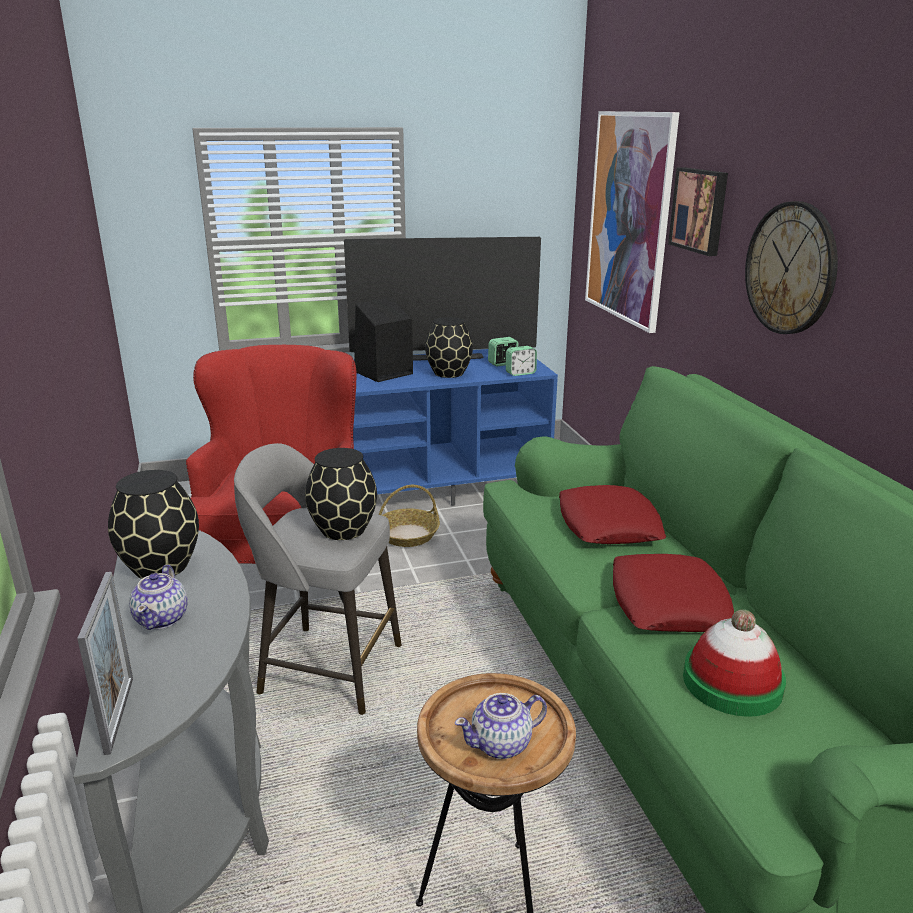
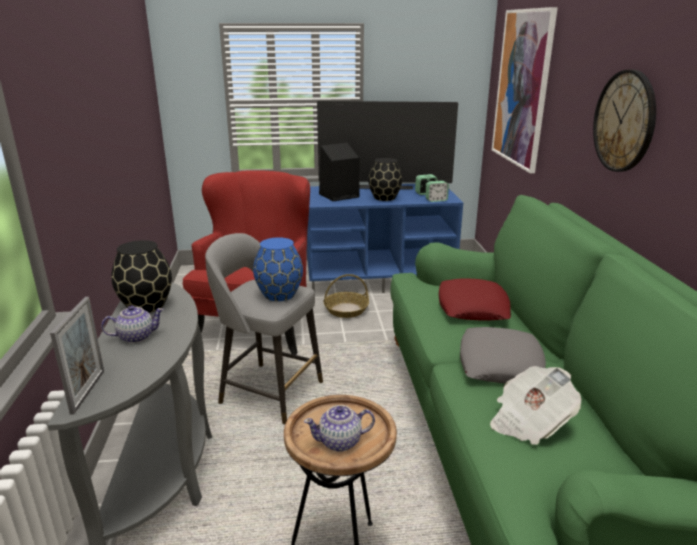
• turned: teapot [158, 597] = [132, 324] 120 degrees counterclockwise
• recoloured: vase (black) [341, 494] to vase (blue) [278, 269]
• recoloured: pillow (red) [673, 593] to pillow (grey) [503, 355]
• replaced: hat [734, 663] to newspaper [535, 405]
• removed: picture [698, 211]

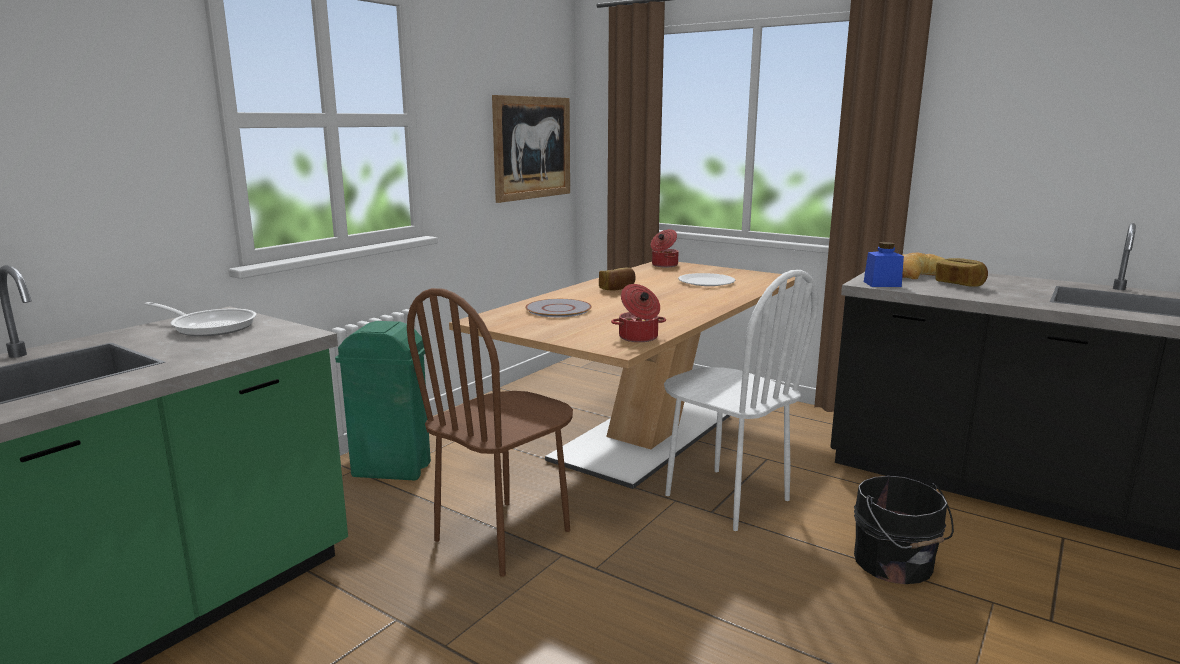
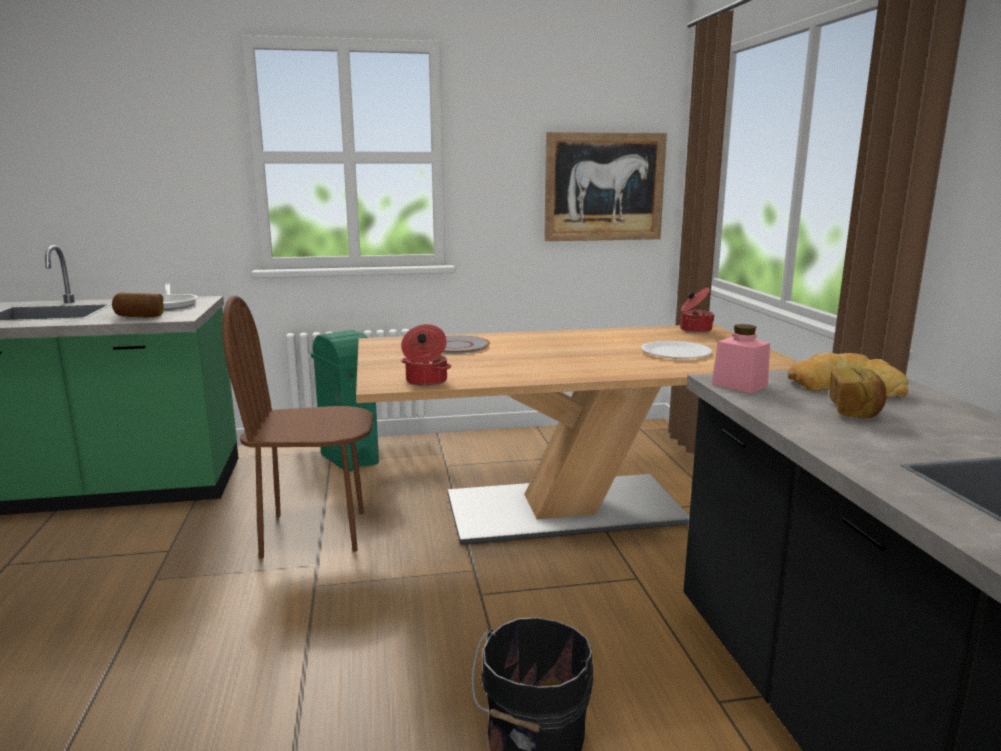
• moved: bread [617, 279] to [138, 304]
• recoloured: jar (blue) [884, 264] to jar (pink) [741, 358]
• removed: chair (white) [741, 400]

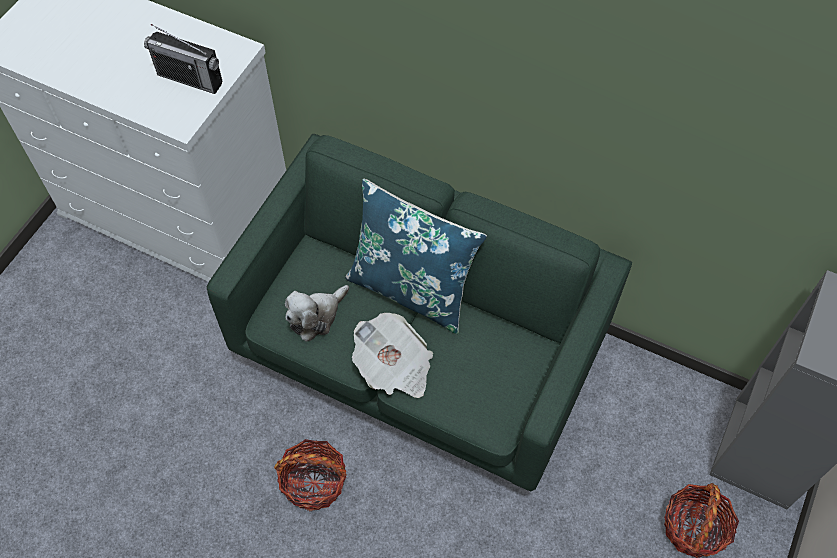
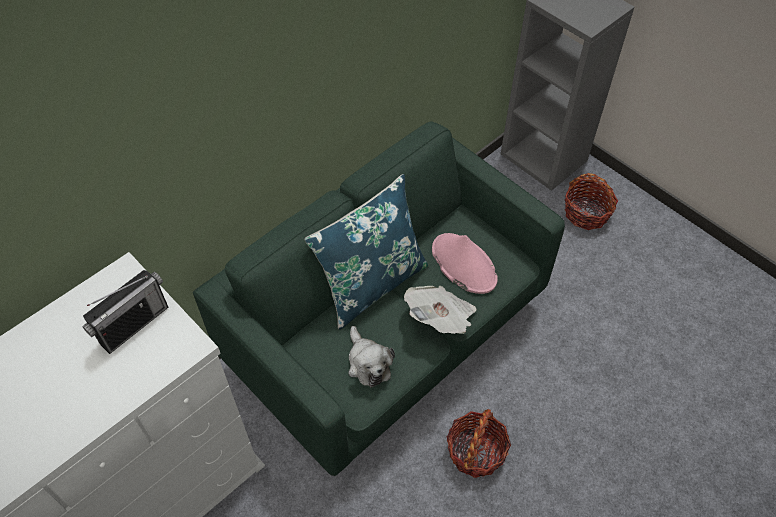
• added: hat (pink) [465, 263]

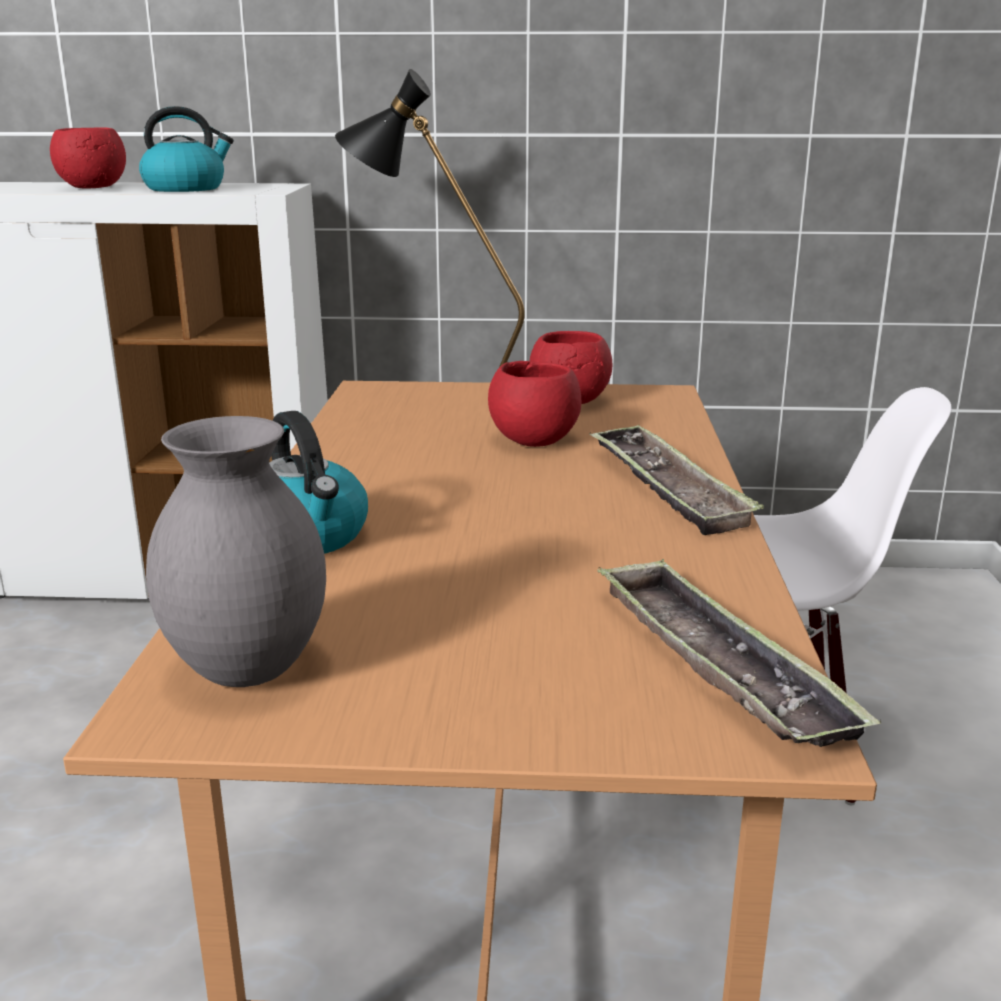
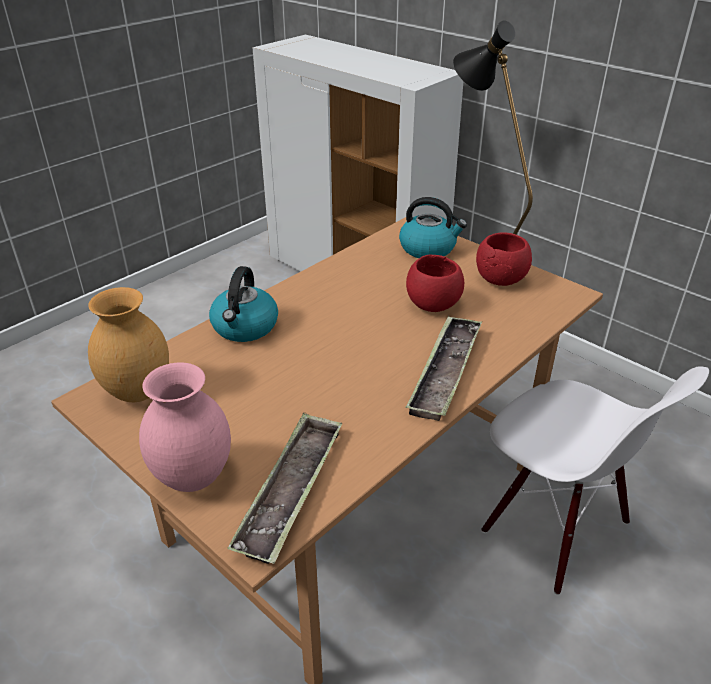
• recoloured: vase (grey) [236, 551] to vase (brown) [128, 344]
• added: vase (pink) [185, 427]
• moved: kettle [186, 149] to [433, 227]
• removed: bowl (red) [88, 158]

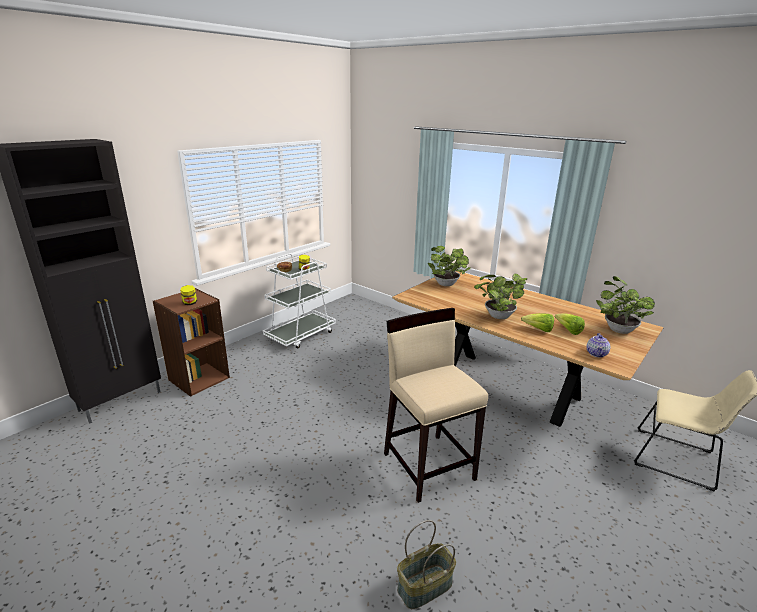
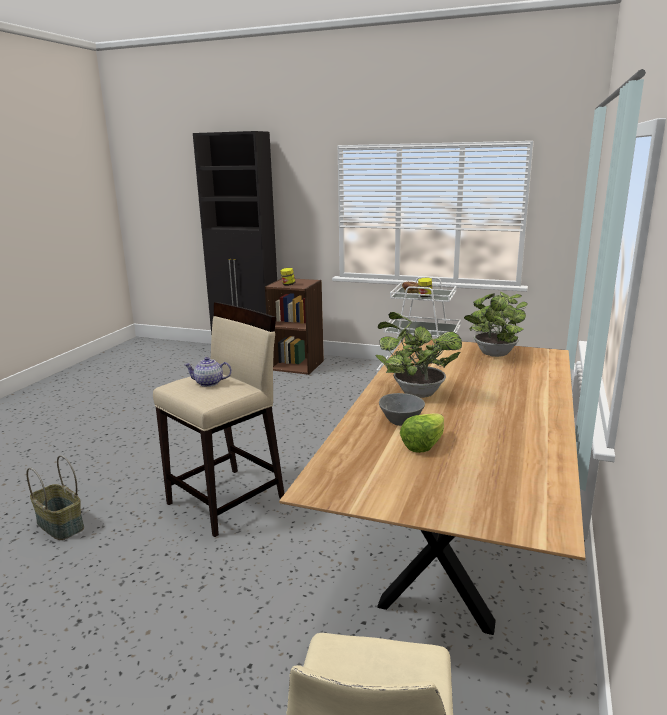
• moved: teapot [598, 345] to [208, 372]
• replaced: lettuce [537, 322] to bowl (grey) [402, 409]
• removed: potted plant [625, 305]

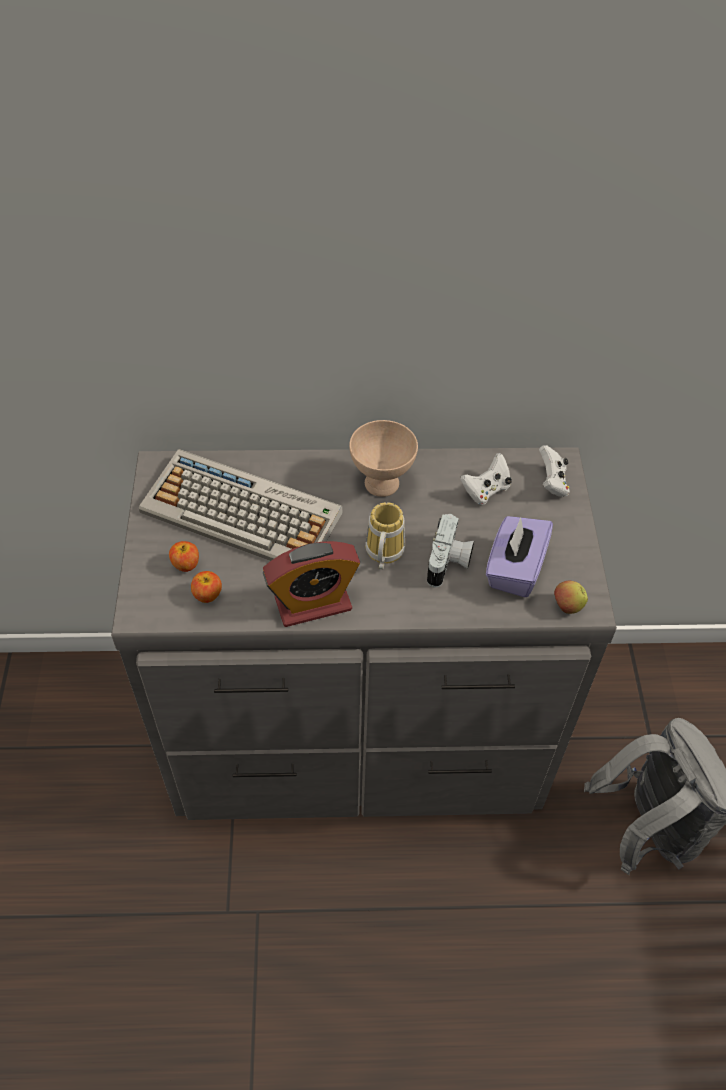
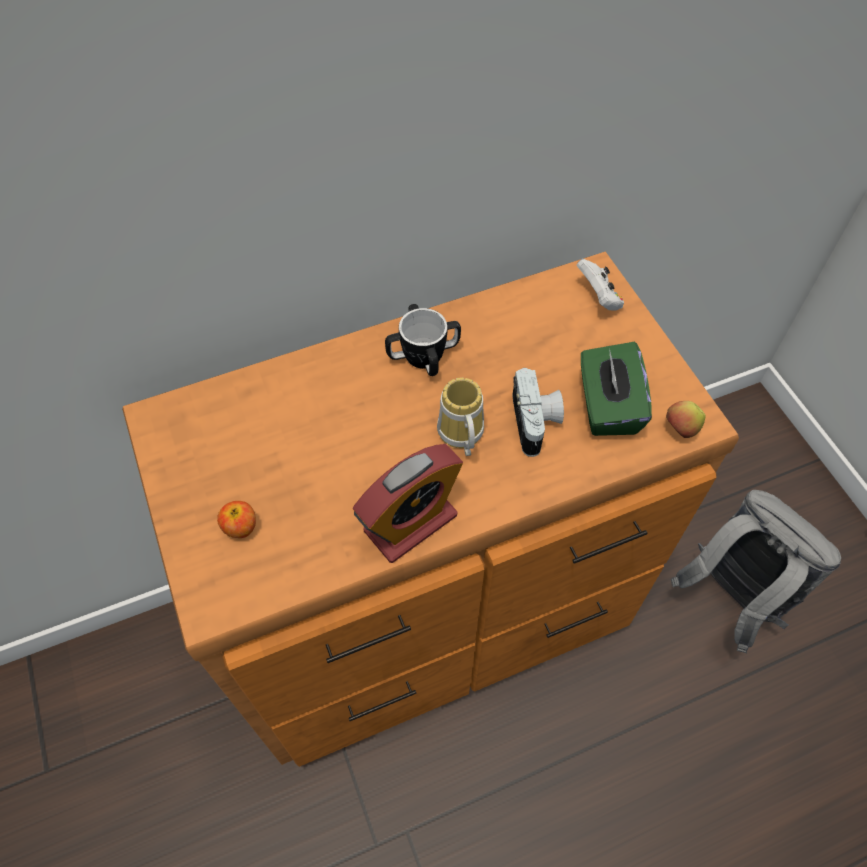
• recoloured: dresser (grey) [364, 633] to dresser (brown) [430, 509]
• replaced: bowl (beige) [383, 458] to mug [423, 340]
• recoloured: tissue box (purple) [519, 556] to tissue box (green) [616, 389]
• removed: keyboard [241, 505]
• removed: apple [206, 587]
• removed: game controller (white) [486, 479]

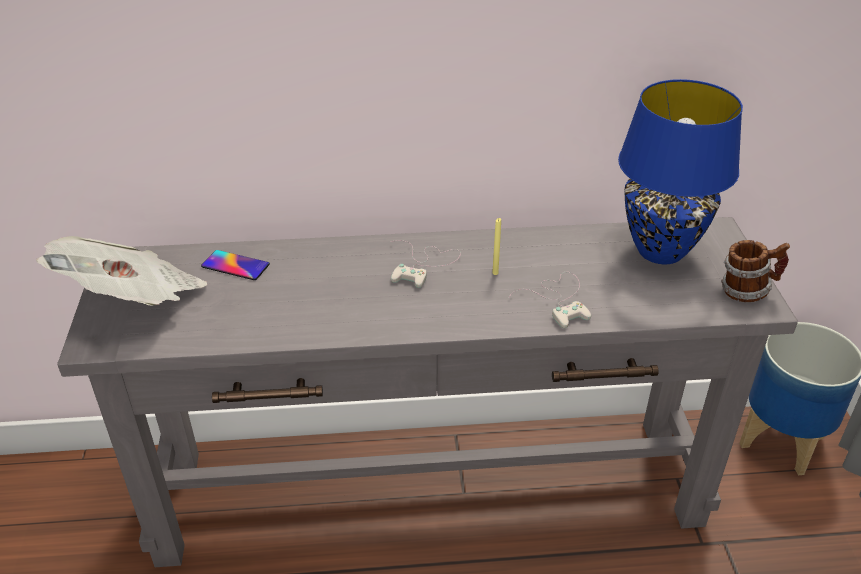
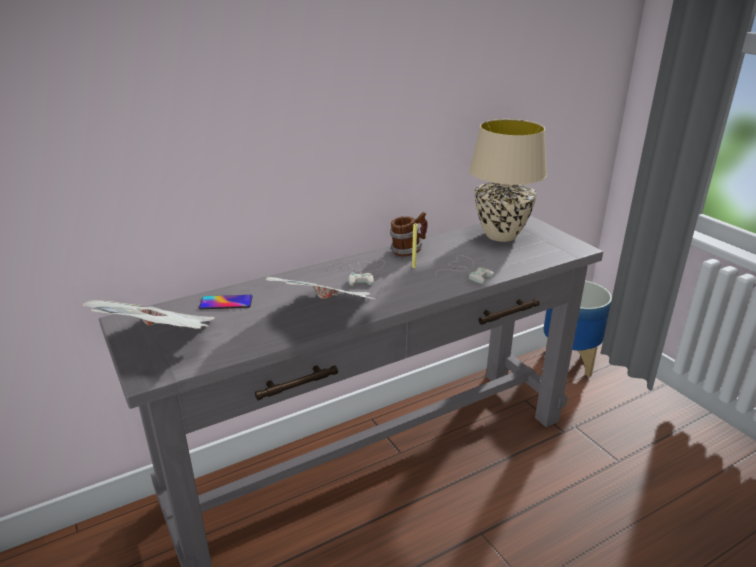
• added: newspaper [321, 288]
• moved: mug [755, 271] to [409, 234]
• recoloured: table lamp (blue) [680, 171] to table lamp (beige) [508, 180]

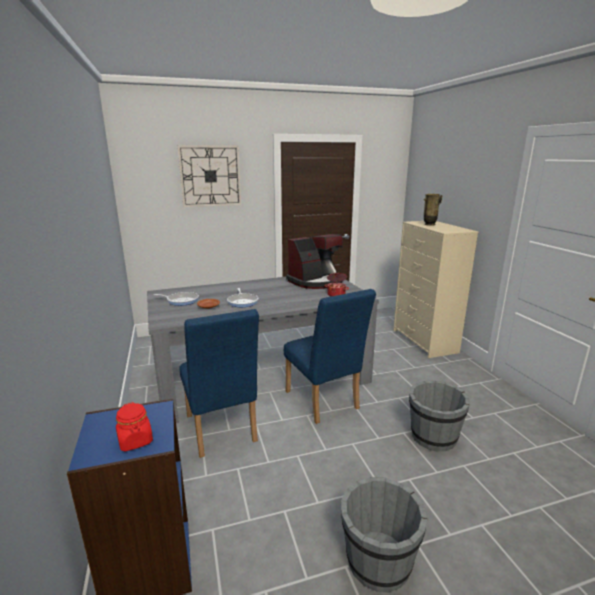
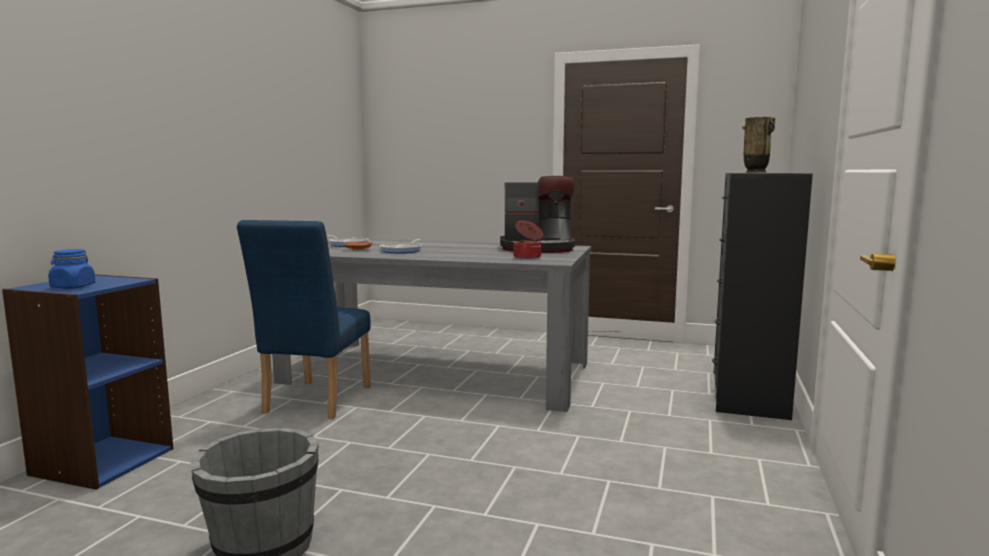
• recoloured: jar (red) [134, 427] to jar (blue) [71, 269]
• recoloured: dresser (beige) [435, 289] to dresser (black) [762, 296]
• removed: wall clock [209, 176]
• removed: chair (blue) [330, 356]
• removed: bucket (grey) [439, 416]

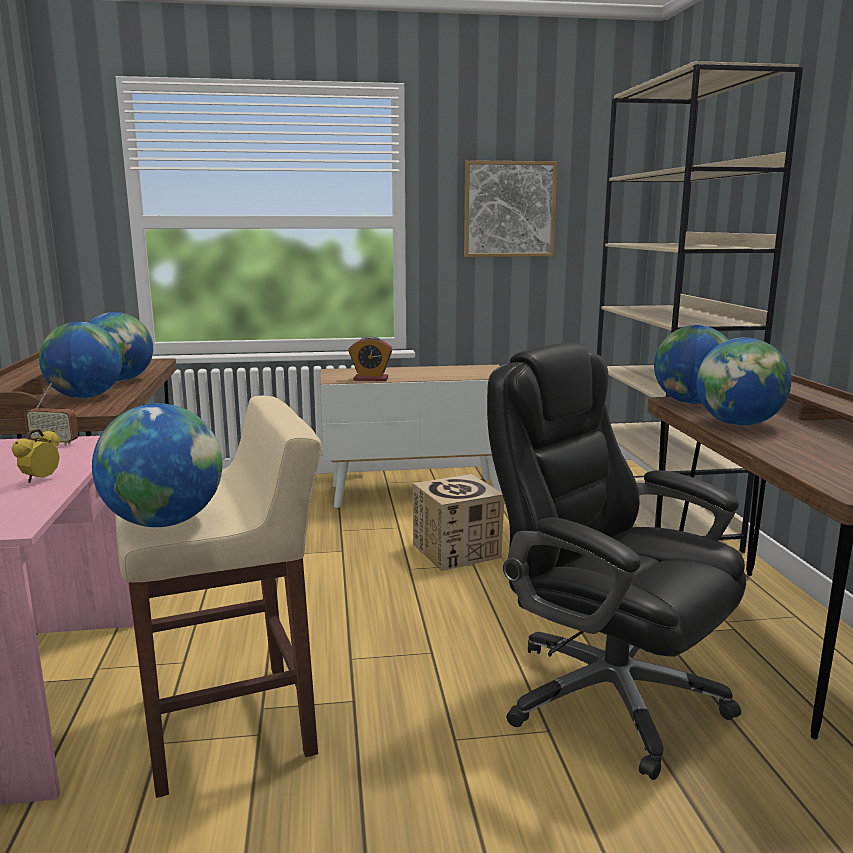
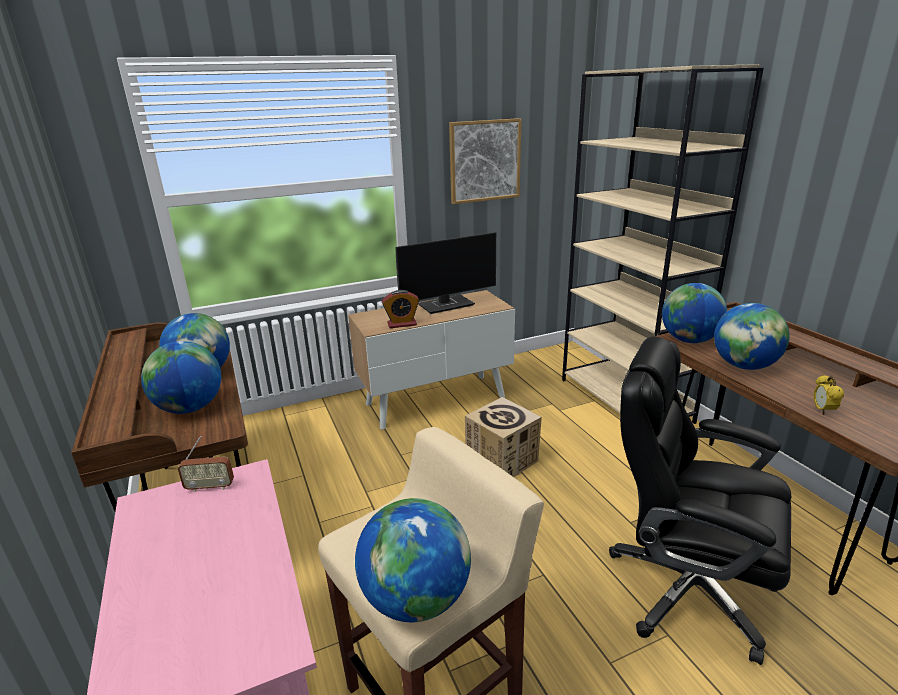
• added: monitor [445, 273]
• moved: alarm clock [36, 456] to [829, 395]

